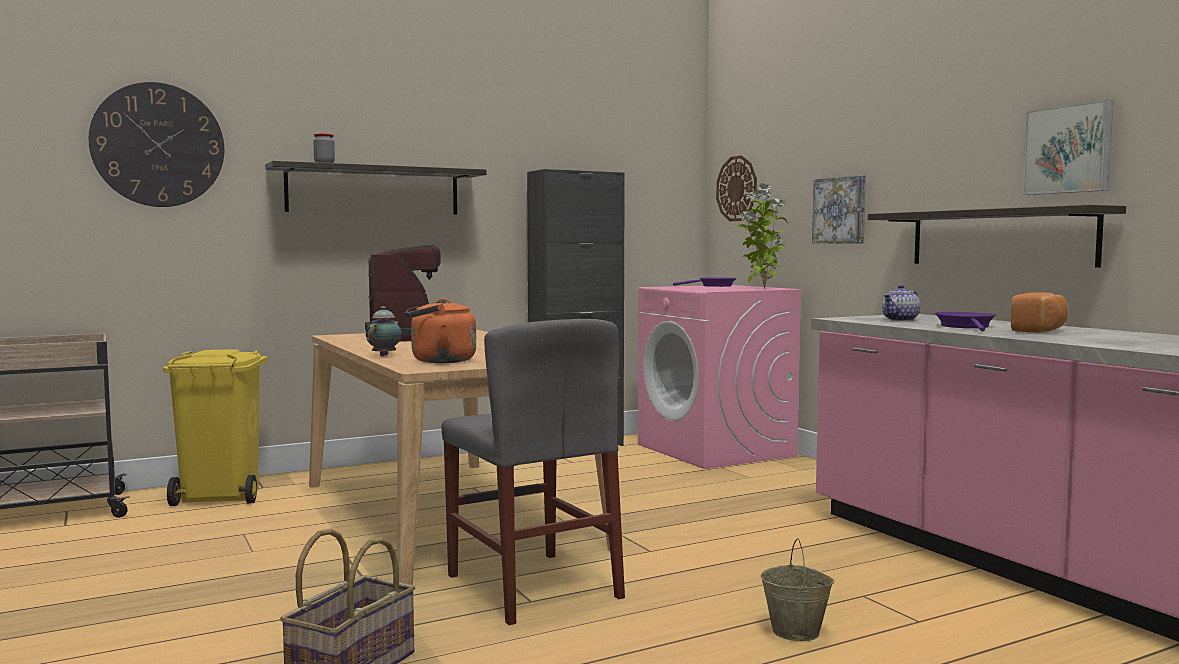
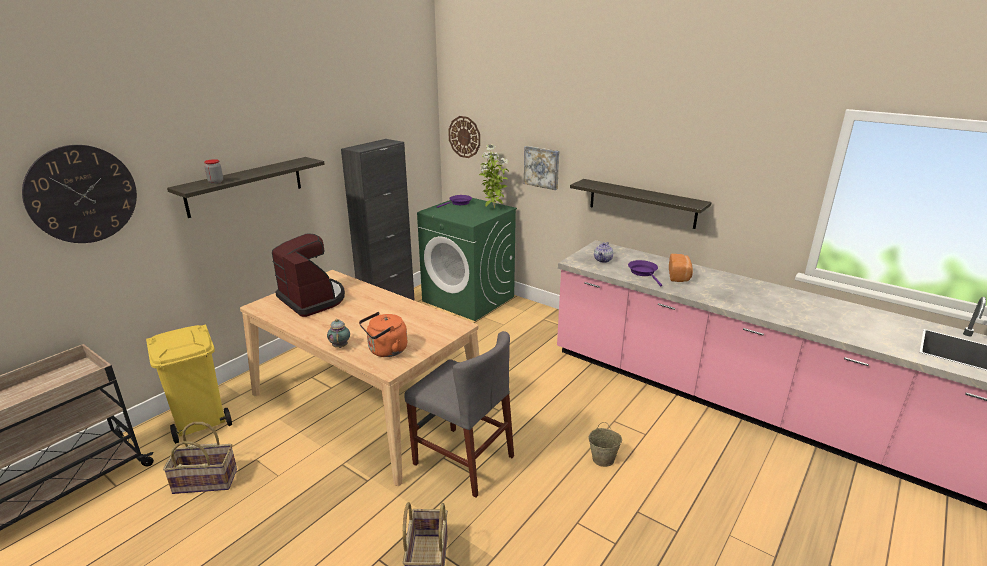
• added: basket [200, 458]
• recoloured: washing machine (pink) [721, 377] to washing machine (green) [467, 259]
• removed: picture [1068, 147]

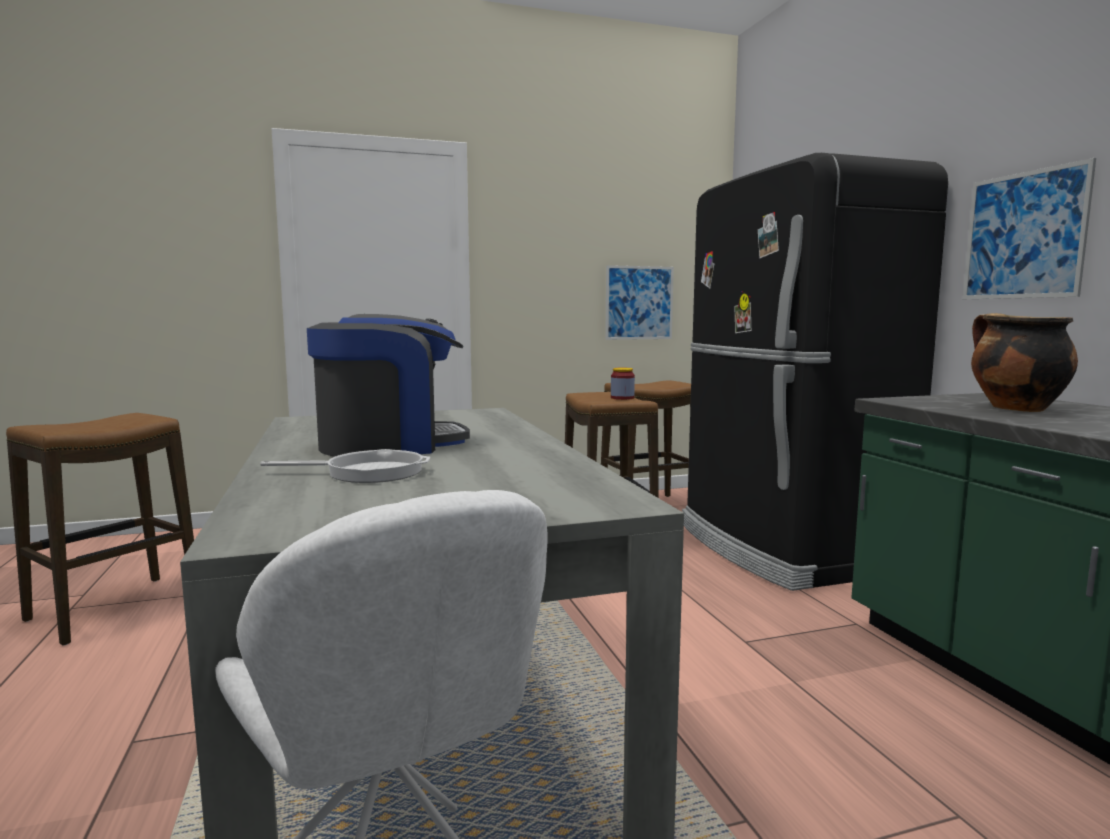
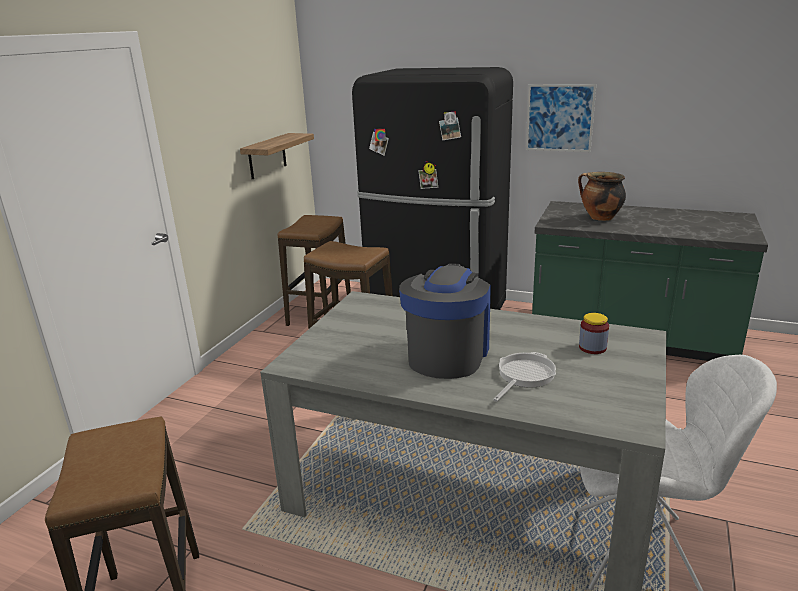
• replaced: picture [639, 302] to shelf [277, 156]
• moved: jar [623, 384] to [594, 333]

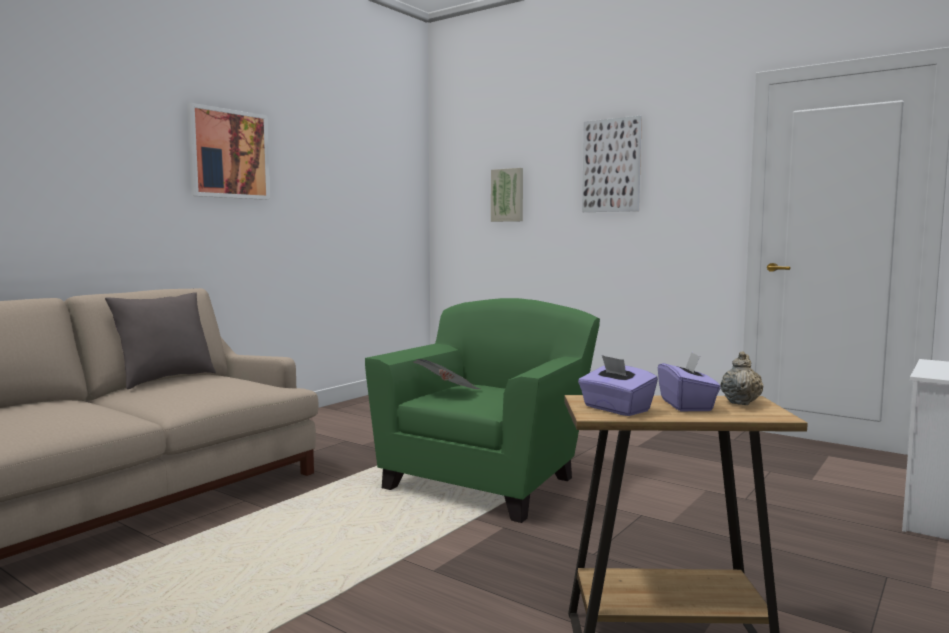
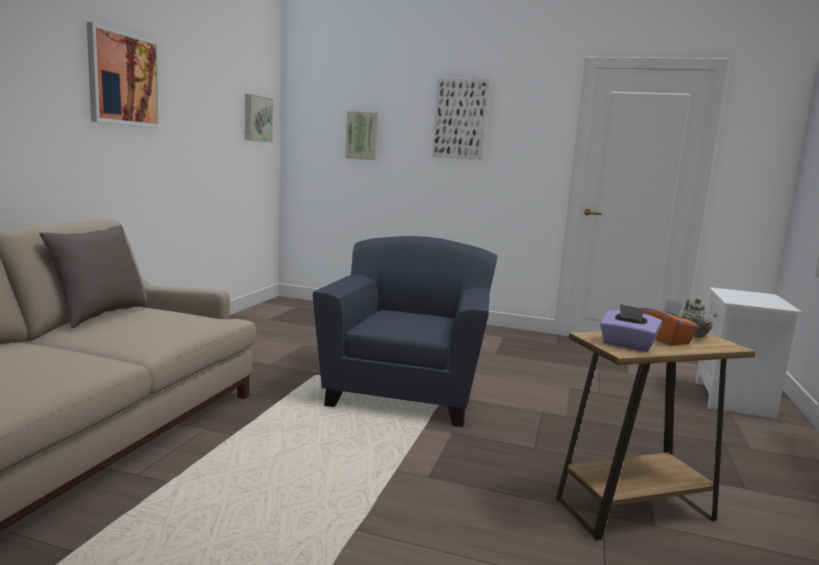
• added: picture [259, 118]
• recoloured: armchair (green) [482, 410] to armchair (blue) [405, 331]
• recoloured: tissue box (purple) [689, 381] to tissue box (orange) [669, 322]
• removed: newspaper [446, 374]

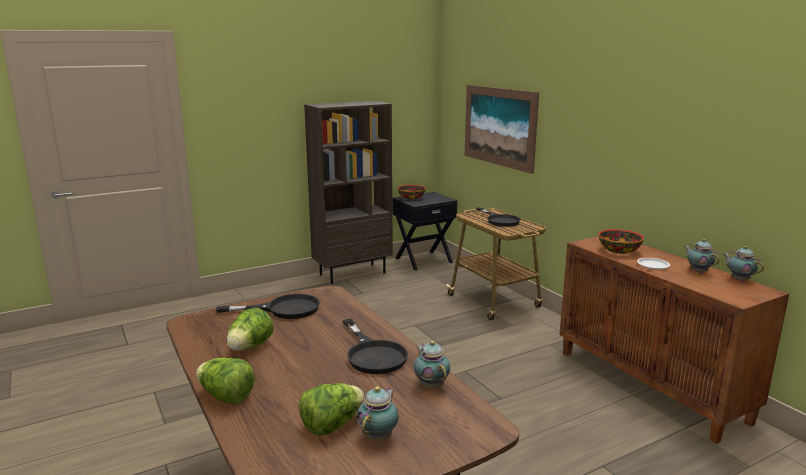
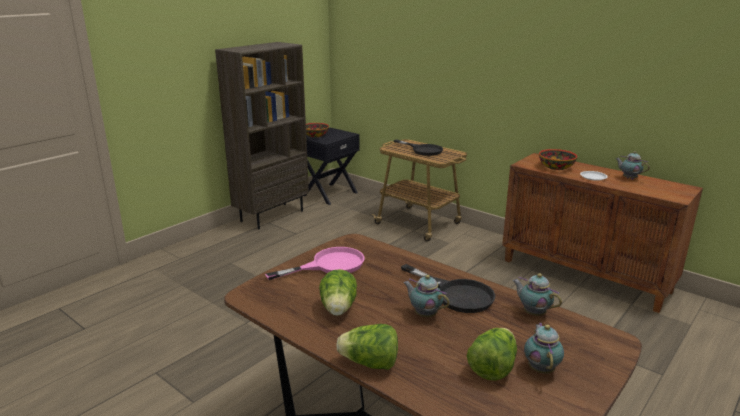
• recoloured: frying pan (black) [268, 306] to frying pan (pink) [314, 263]
• moved: teapot [743, 264] to [426, 296]
• removed: picture [502, 129]

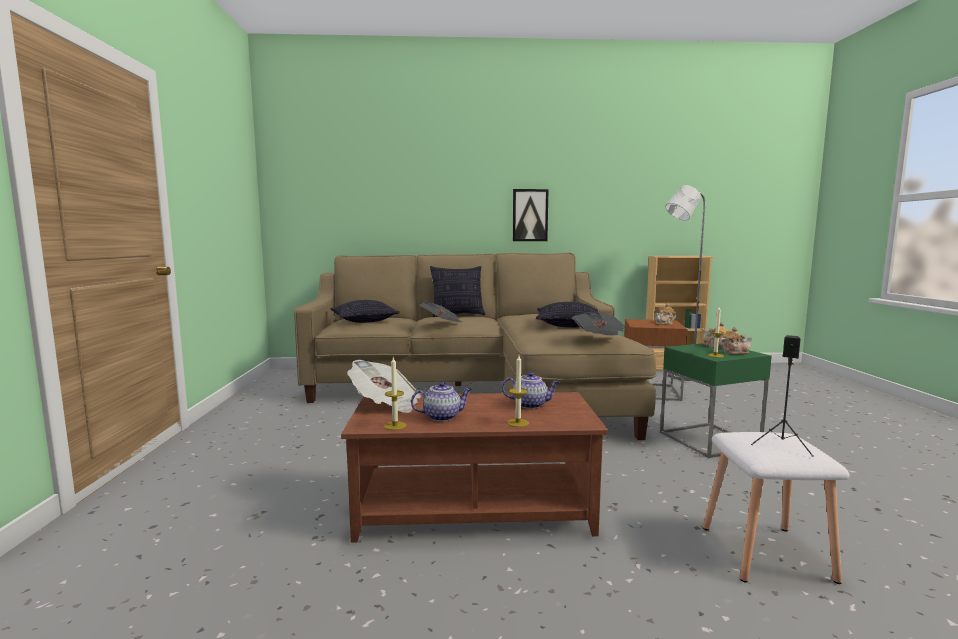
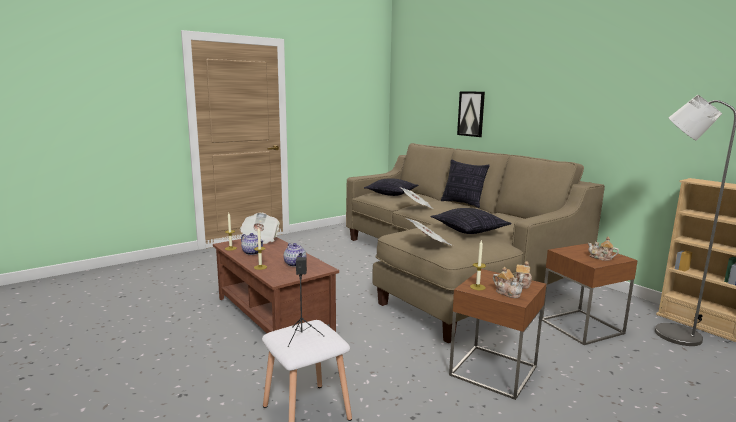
• recoloured: side table (green) [716, 400] to side table (brown) [497, 334]
• moved: picture [531, 215] to [471, 114]

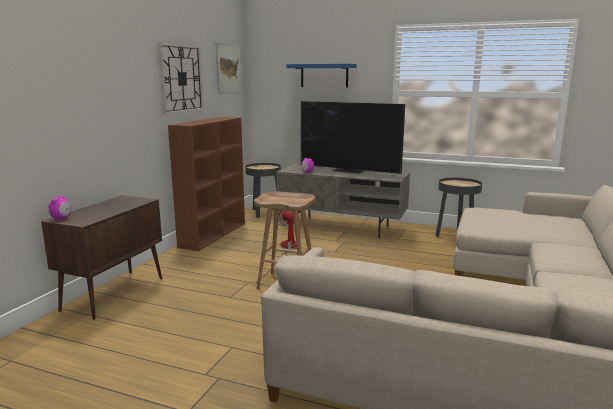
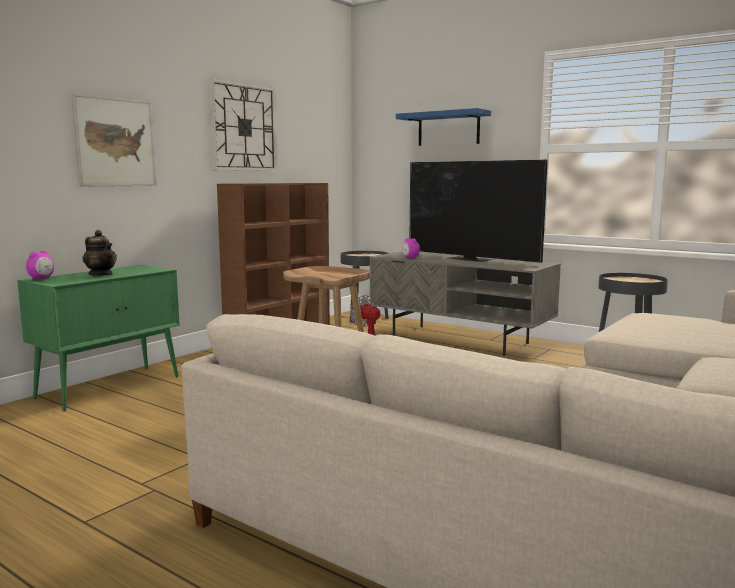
• recoloured: cabinet (brown) [101, 257] to cabinet (green) [98, 338]
• moved: picture [228, 68] to [114, 140]
• added: teapot [100, 253]

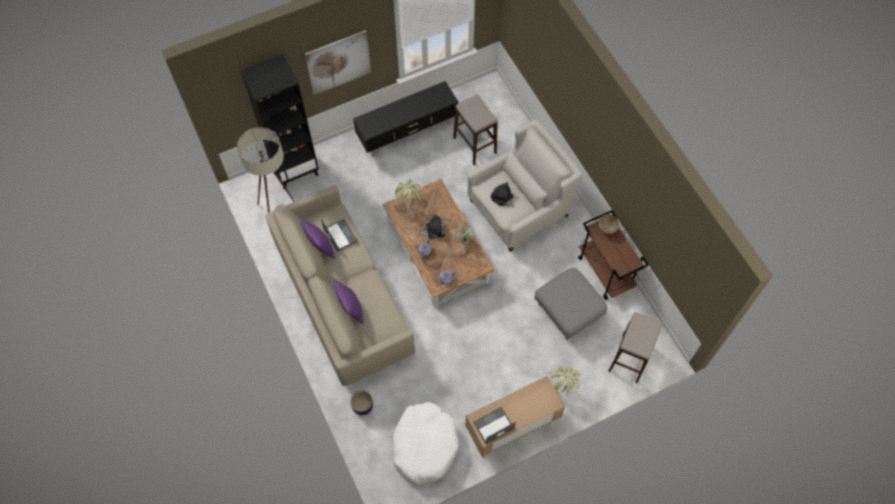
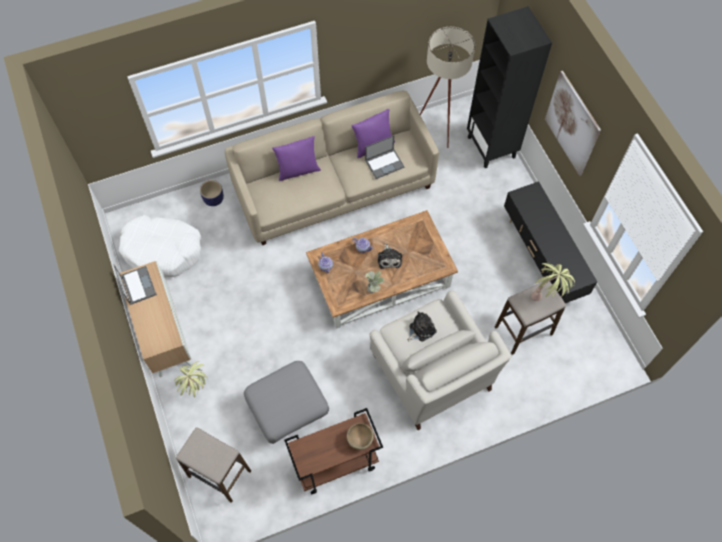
• moved: potted plant [407, 199] to [553, 281]

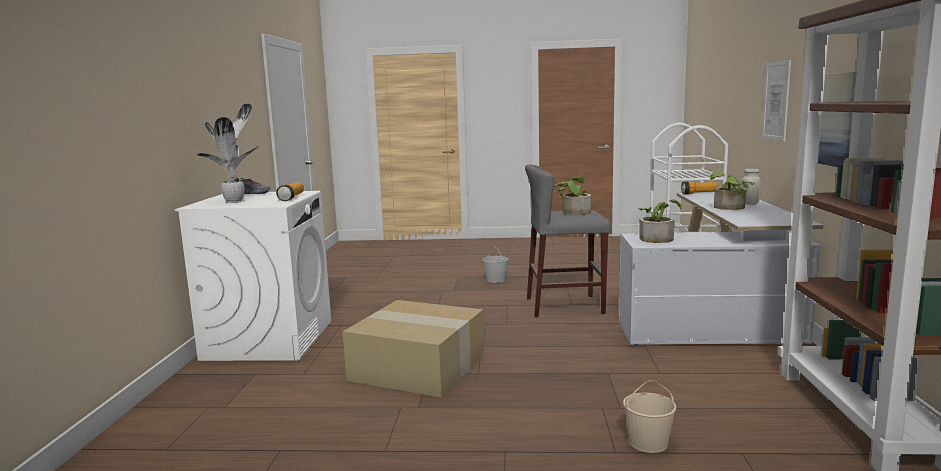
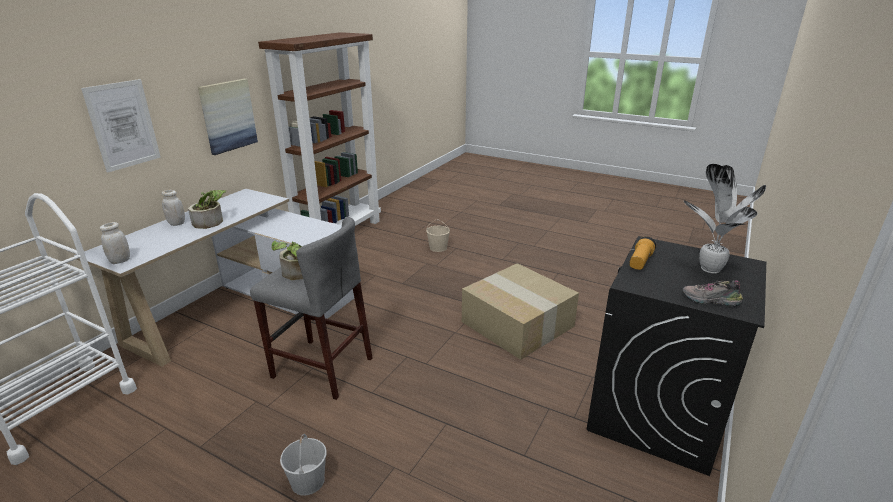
• replaced: flashlight [699, 187] to jar (white) [115, 243]
• recoloured: washing machine (white) [253, 276] to washing machine (black) [676, 356]
• removed: potted plant [660, 221]

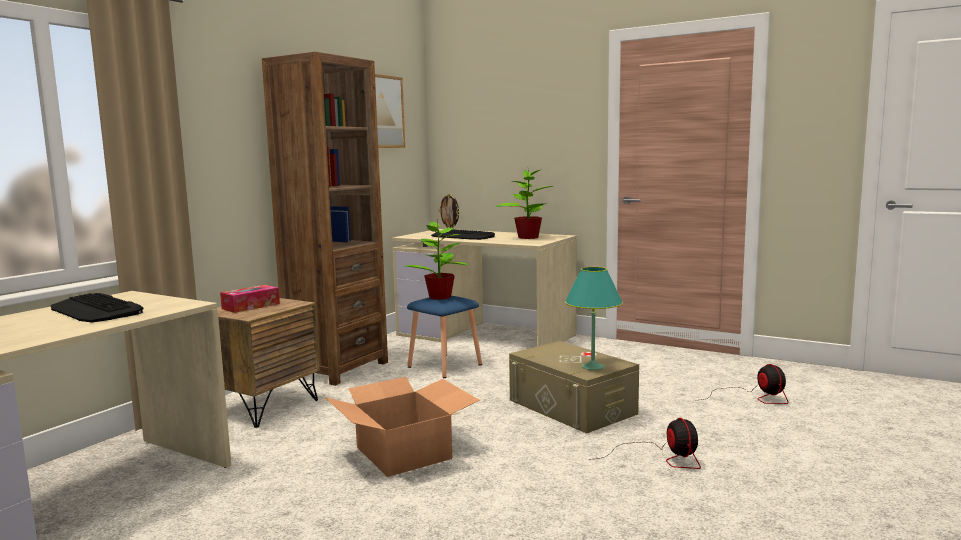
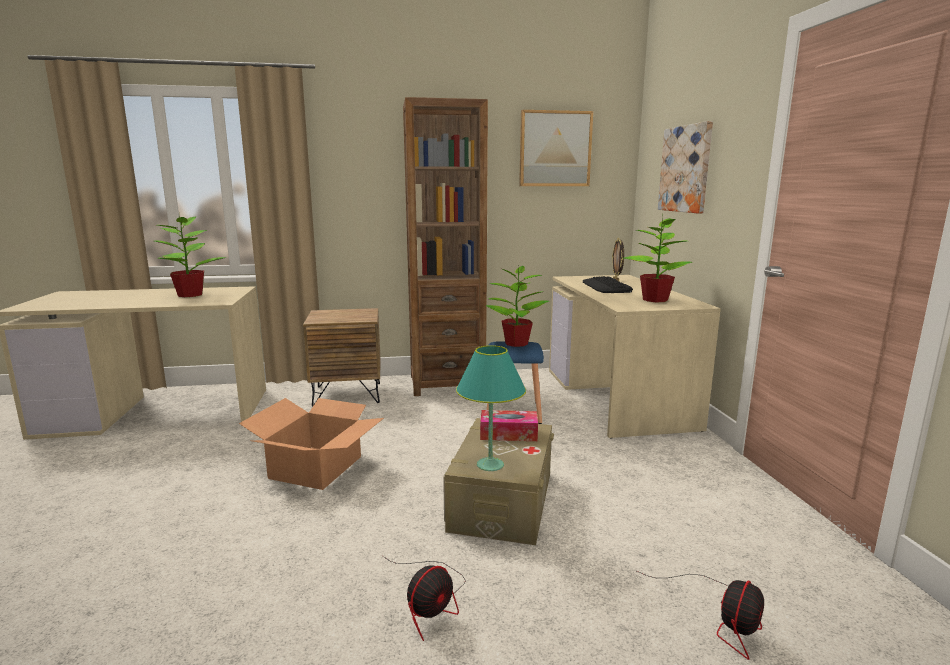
• replaced: keyboard [97, 308] to potted plant [190, 255]
• moved: tissue box [250, 299] to [509, 425]
• added: picture [685, 167]

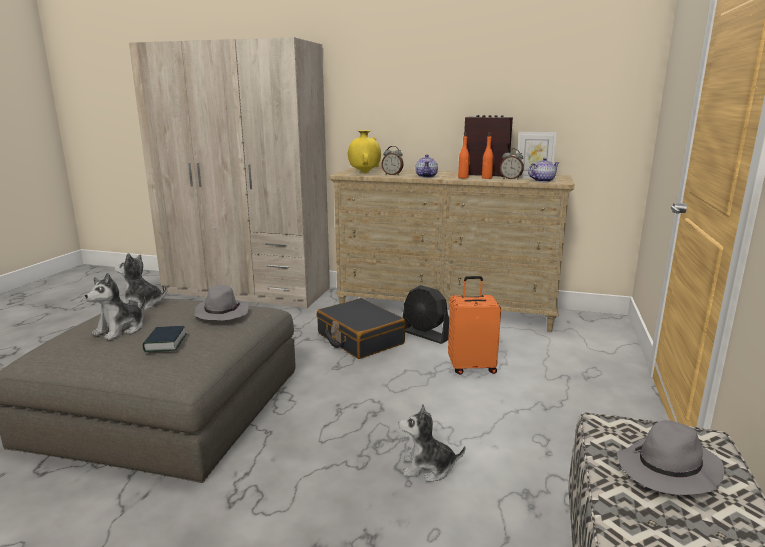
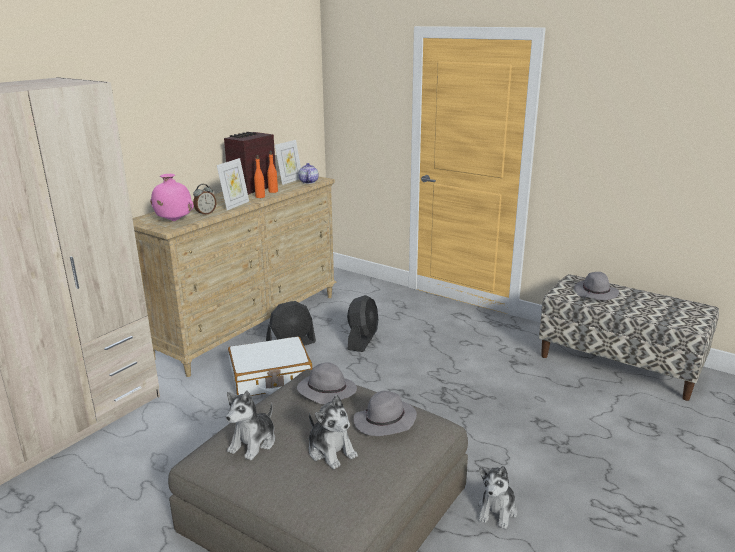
• recoloured: vase (yellow) [364, 151] to vase (pink) [172, 197]
• replaced: teapot [426, 166] to picture frame [233, 184]
• recoloured: suitcase (black) [361, 328] to suitcase (white) [270, 366]
• replaced: suitcase (orange) [474, 325] to fan (black) [362, 323]
• replaced: book [164, 339] to hat (grey) [385, 413]
• moved: plush toy [432, 443] to [497, 497]
• removed: alarm clock [512, 164]

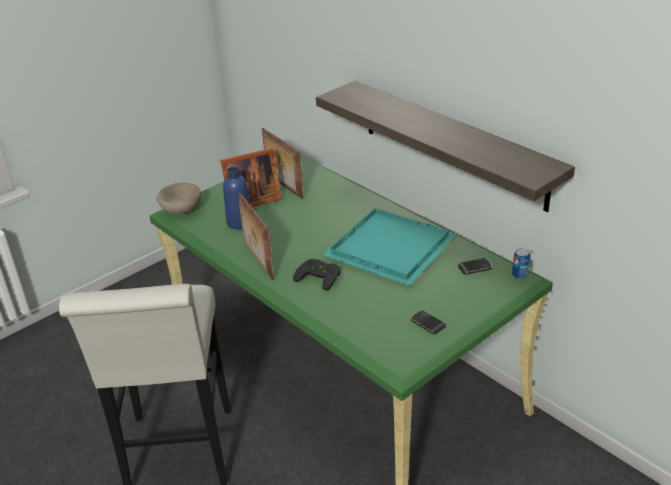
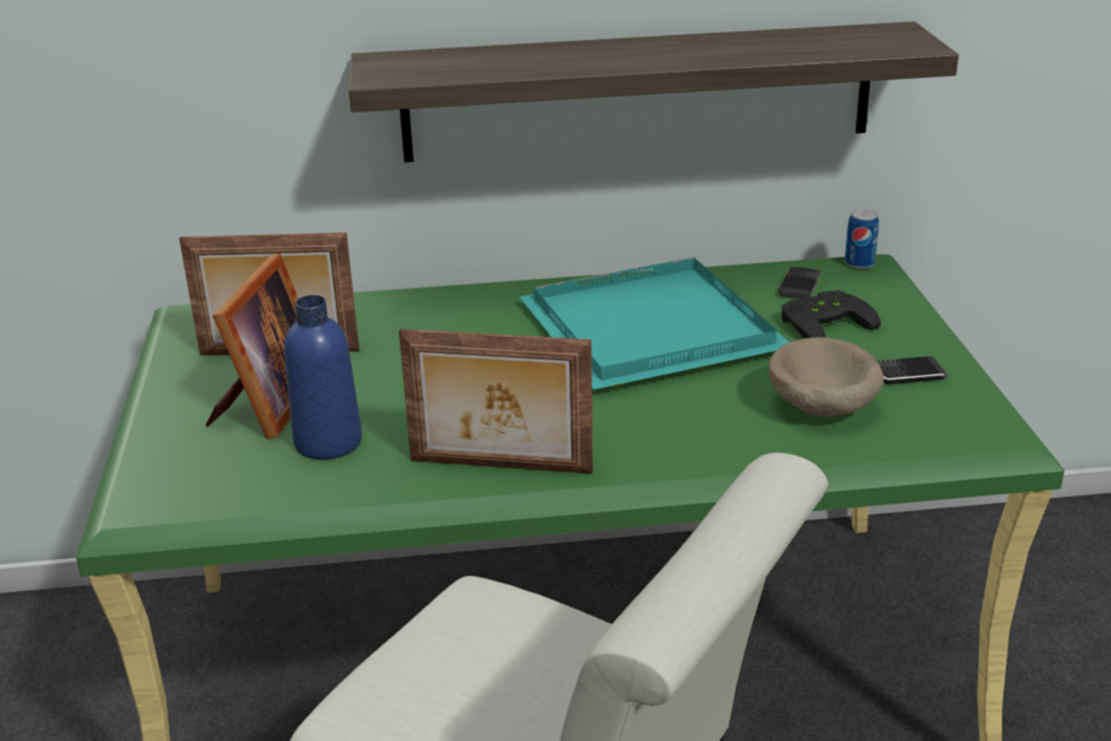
• moved: bowl (beige) [179, 198] to [826, 377]
• moved: game controller (black) [316, 275] to [831, 314]

